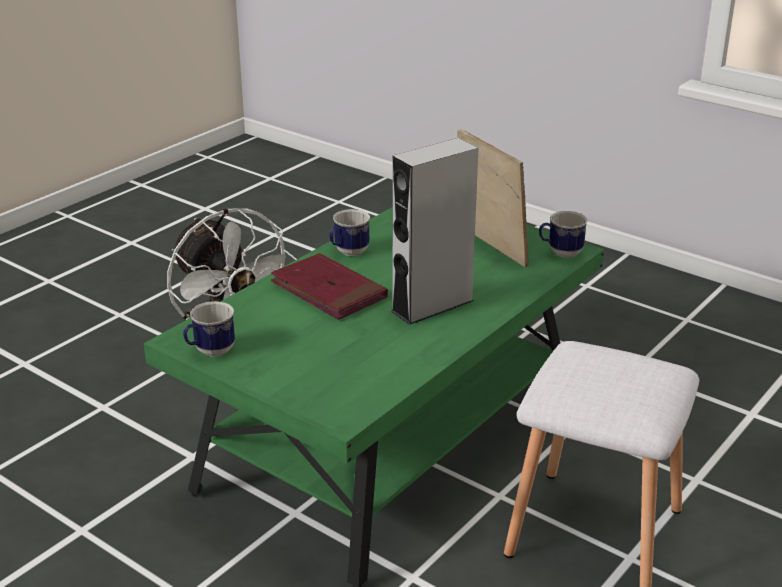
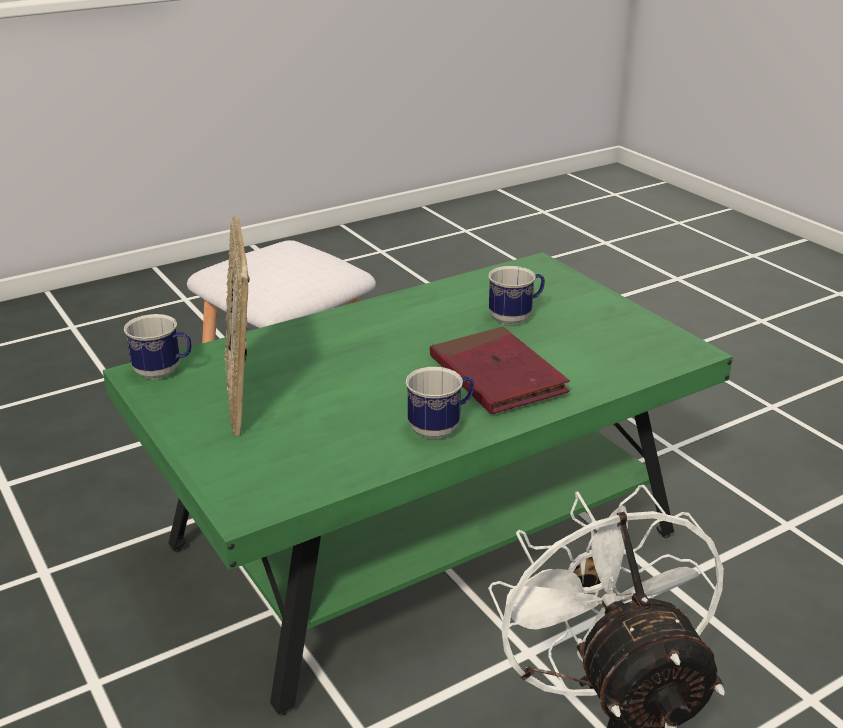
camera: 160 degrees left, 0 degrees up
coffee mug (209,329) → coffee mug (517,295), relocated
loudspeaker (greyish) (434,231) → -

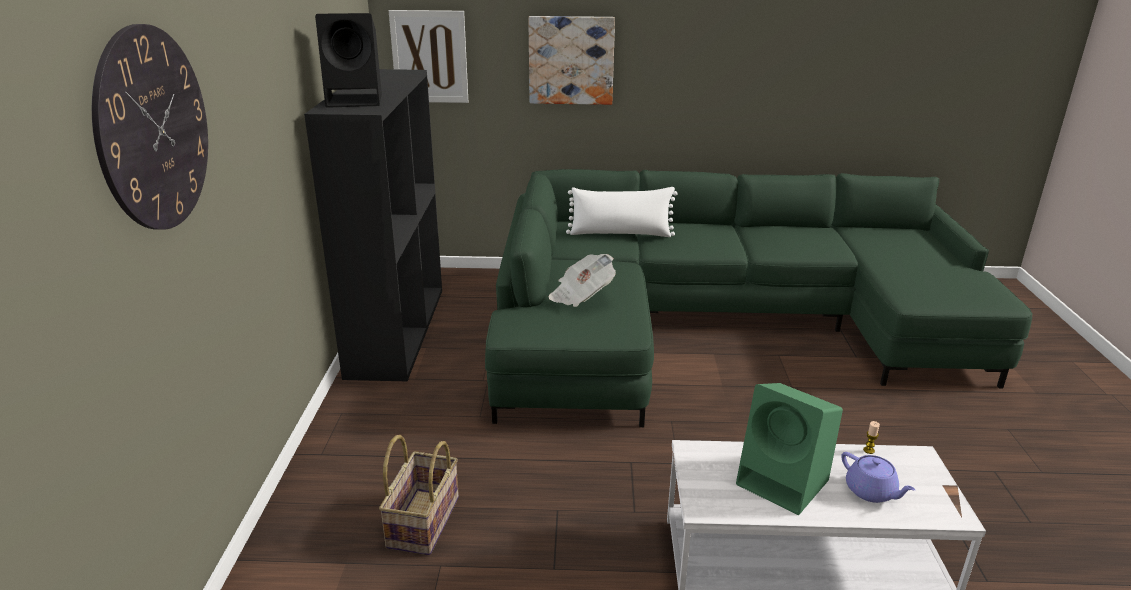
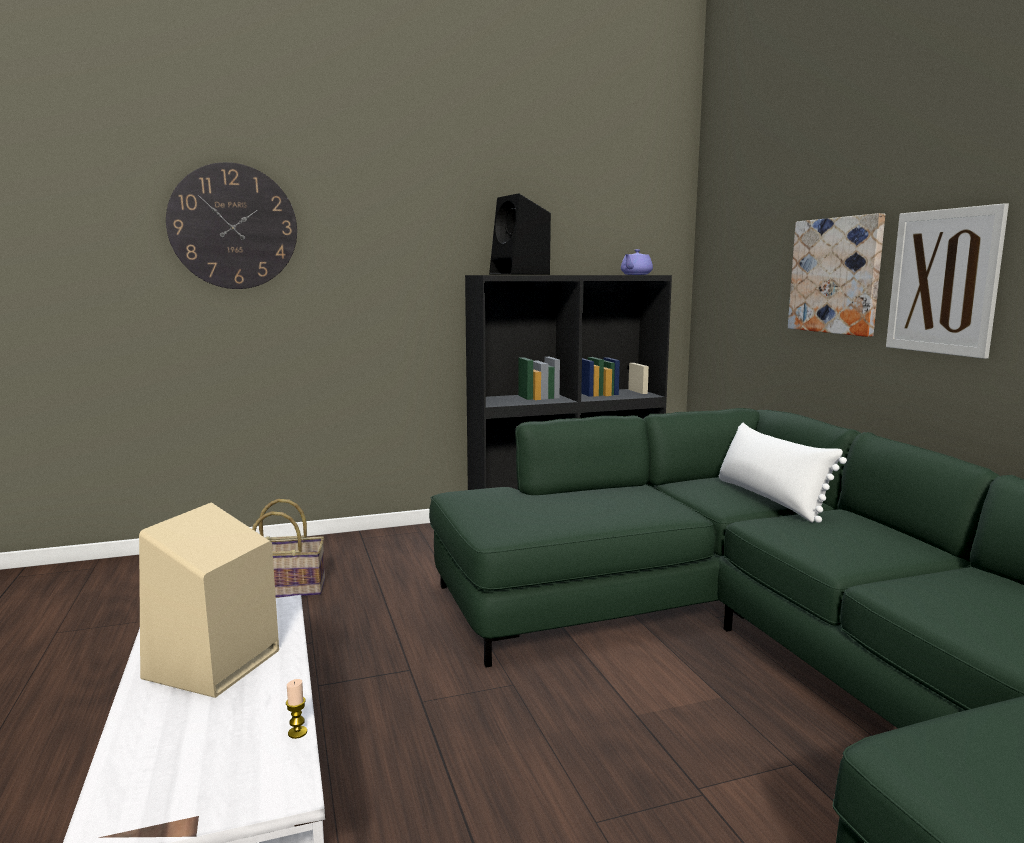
camera: 70 degrees right, 15 degrees down
loudspeaker (green) (789,449) → loudspeaker (sand-coloured) (209,600)
tea pot (purple) (878,477) → tea pot (purple) (637,262), relocated
wall art (428,56) → wall art (947,281), relocated
printed paper (582,280) → -

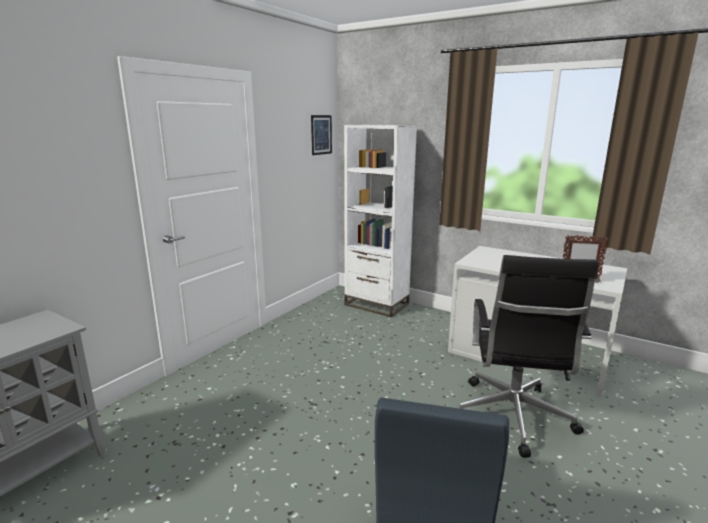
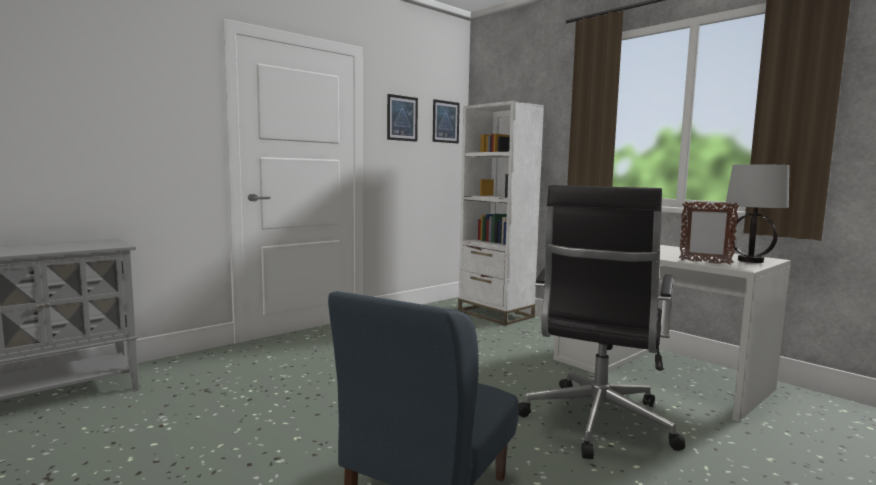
camera: 15 degrees right, 10 degrees down
- → wall art (402,118)
- → table lamp (757,213)

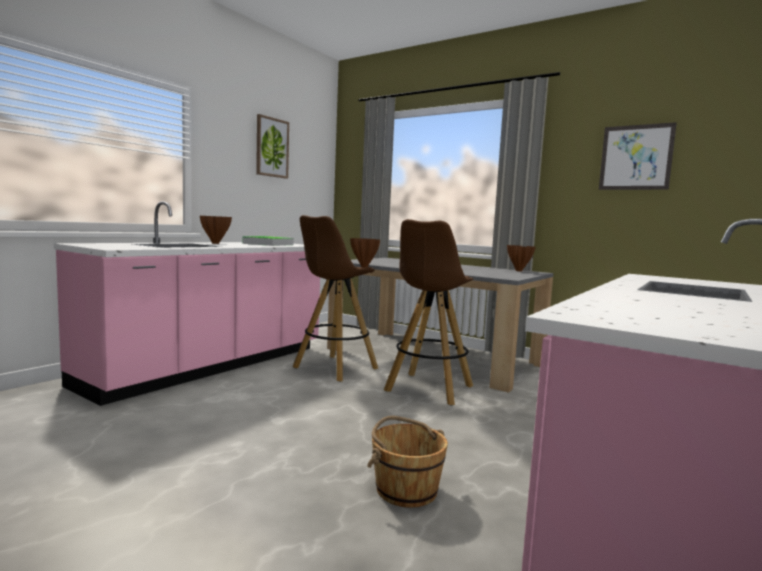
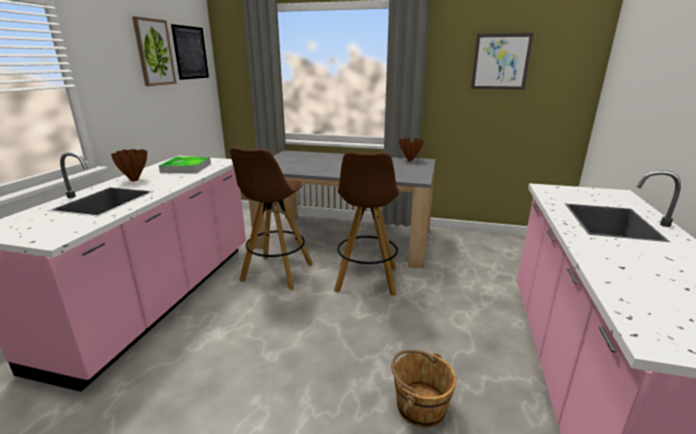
camera: 20 degrees left, 15 degrees up
- → wall art (190,52)
flower vase (brown) (365,252) → -

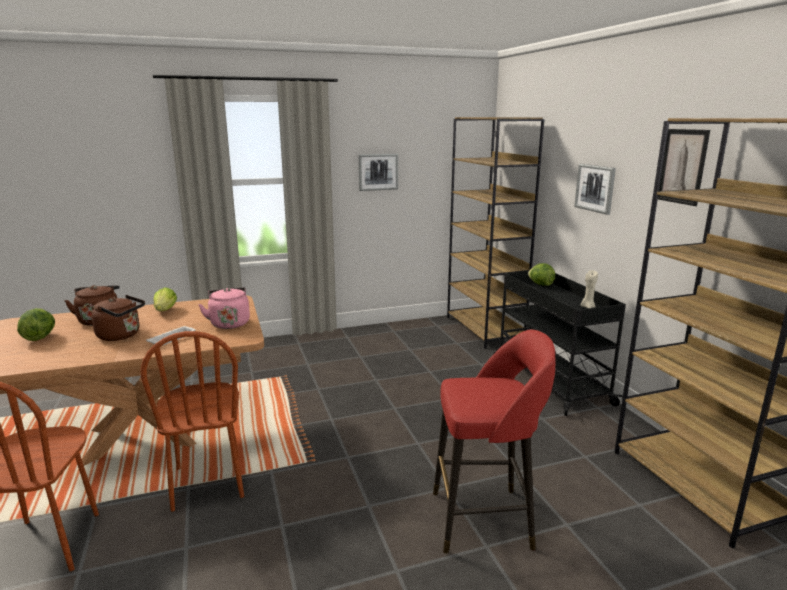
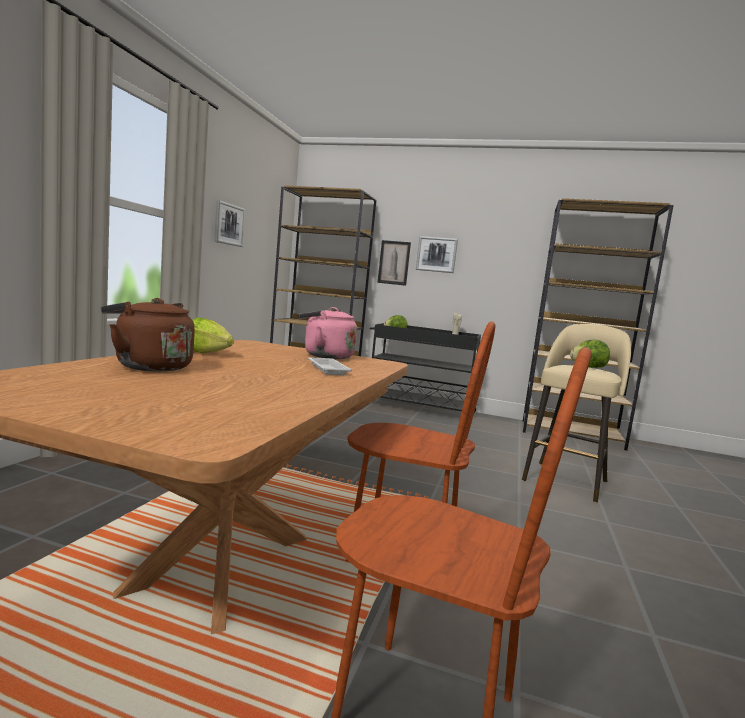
camera: 55 degrees left, 10 degrees down
wall art (684,167) → wall art (394,263), relocated
stool seat (red) (494,442) → stool seat (sand-coloured) (576,413)
lettuce (36,324) → lettuce (590,353), relocated
kettle (brown) (118,318) → -

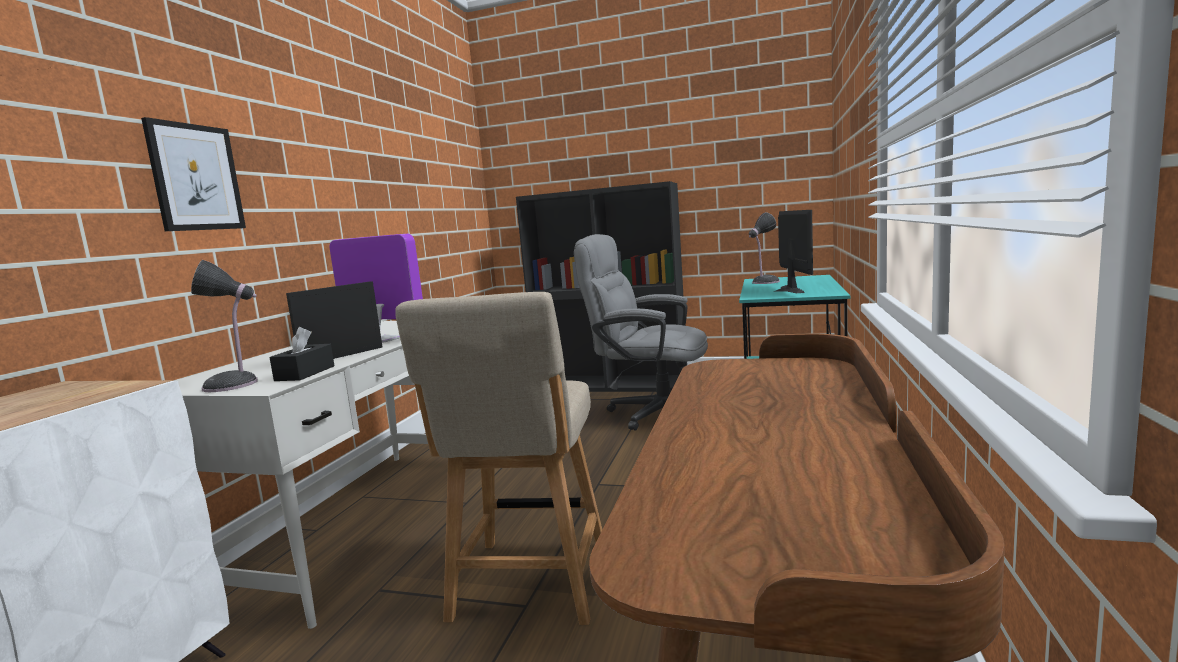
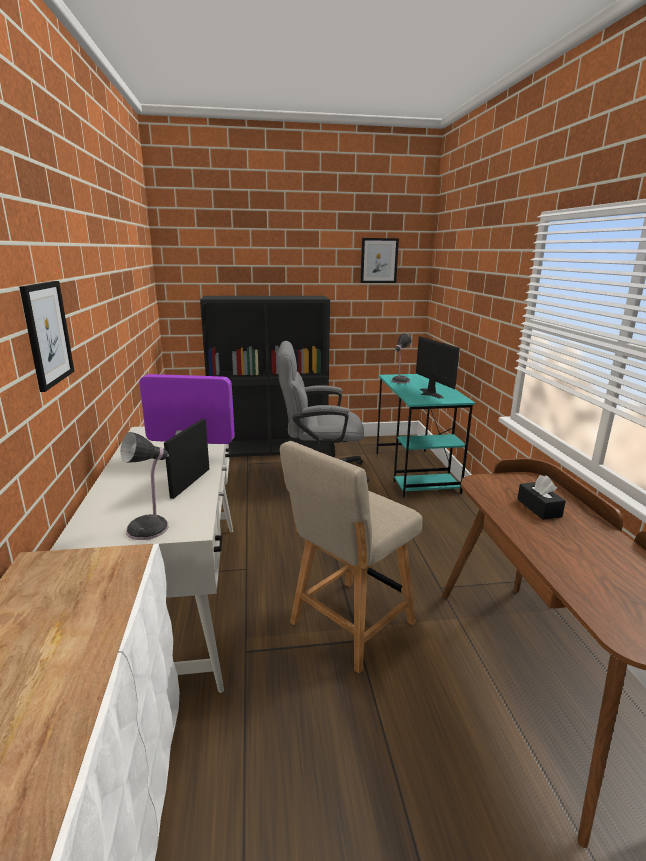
camera: 25 degrees left, 10 degrees up
chair (sand-coloured) (499,458) → chair (sand-coloured) (351,557), 60 degrees clockwise
- → wall art (379,260)
box of tissues (blackish) (301,354) → box of tissues (blackish) (541,497), relocated

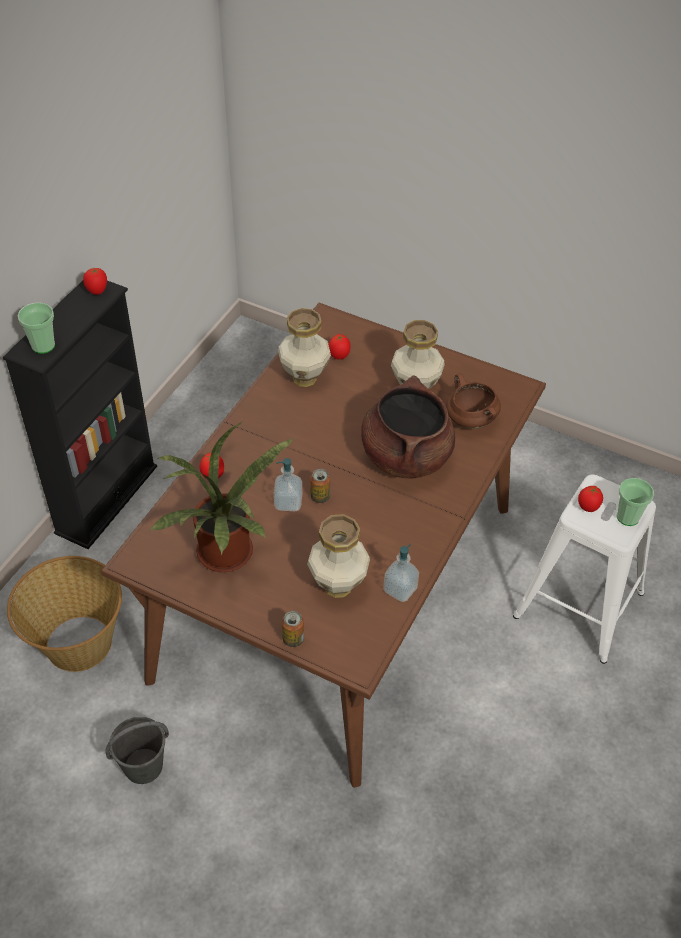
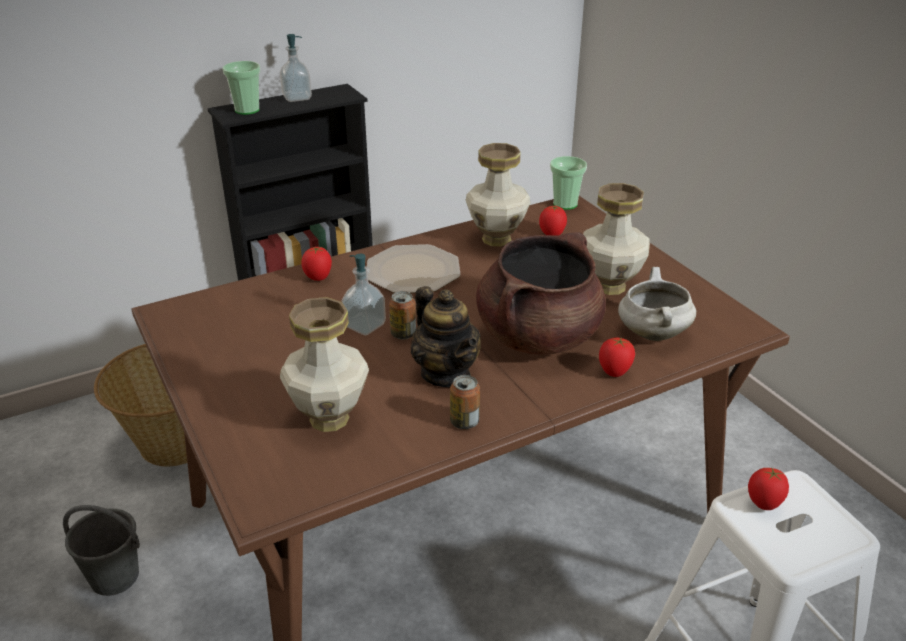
camera: 35 degrees right, 15 degrees down
liquid soap bottle (401,573) → liquid soap bottle (296,68), relocated
- → dinner plate (414,268)
- → tea pot (446,336)
sealed can (293,629) → sealed can (465,402), relocated
cup (635,502) → cup (568,183), relocated
whole tomato (95,281) → whole tomato (617,357), relocated
cooking pot (brown) (473,401) → cooking pot (white-coloured) (657,304)
plant in a pot (221,496) → -

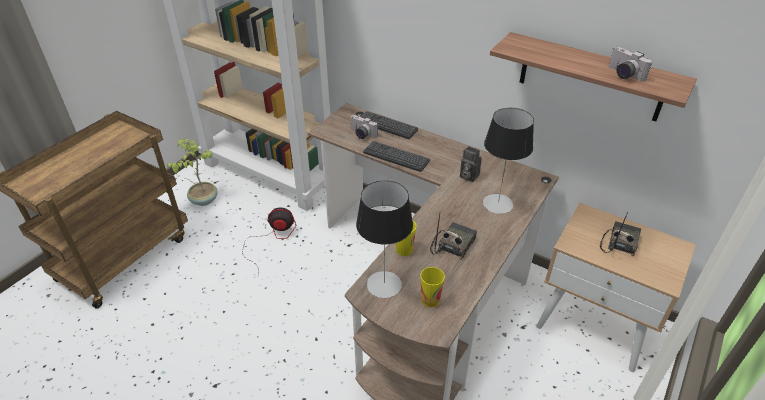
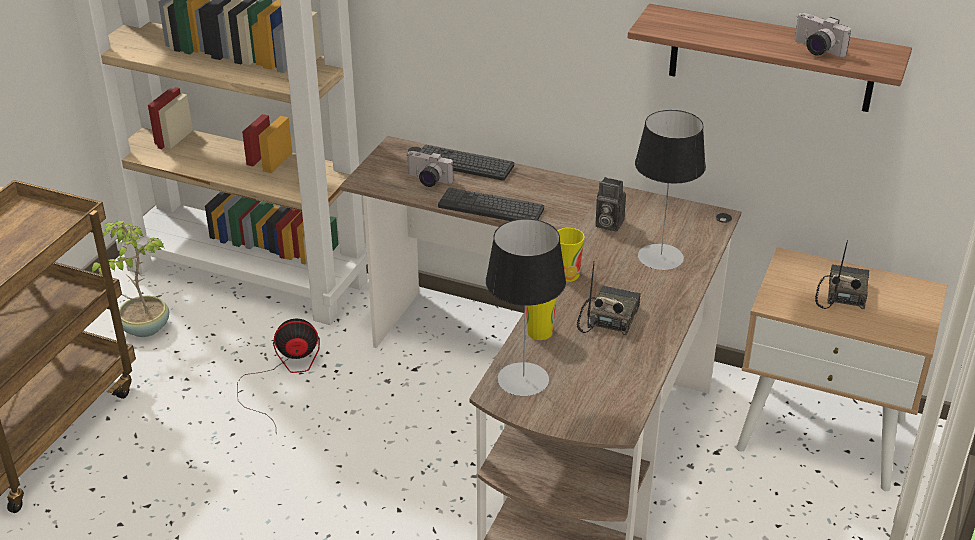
camera: 10 degrees left, 5 degrees down
cup (433,287) → cup (571,255), relocated

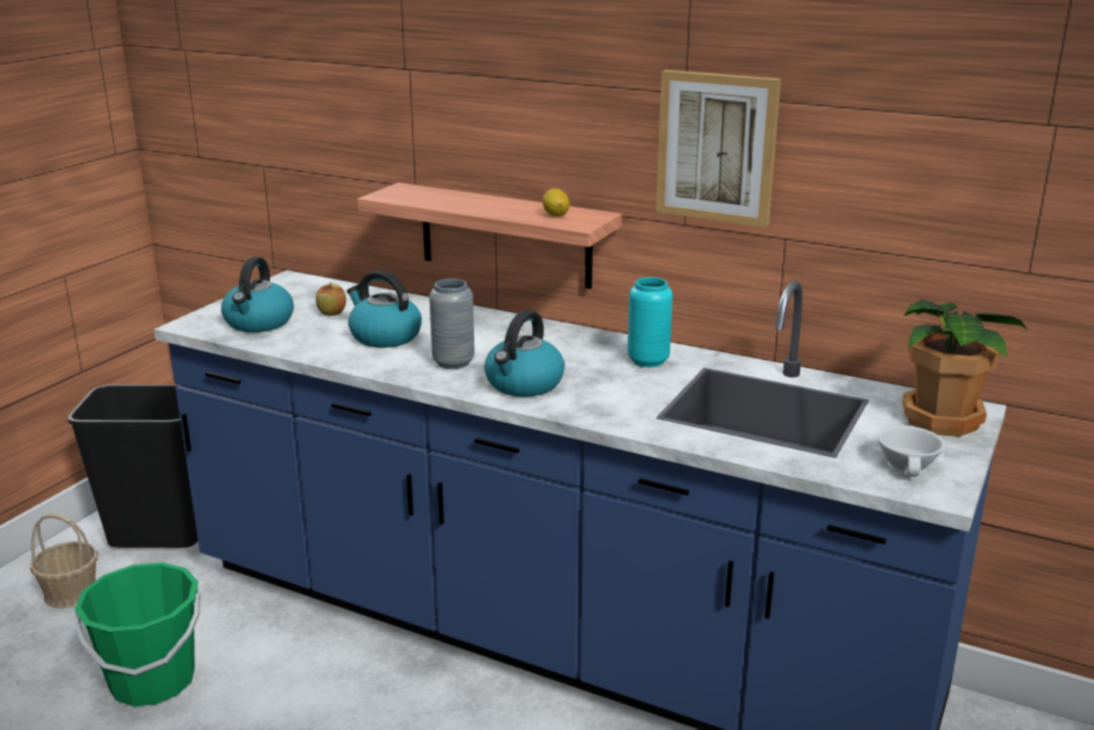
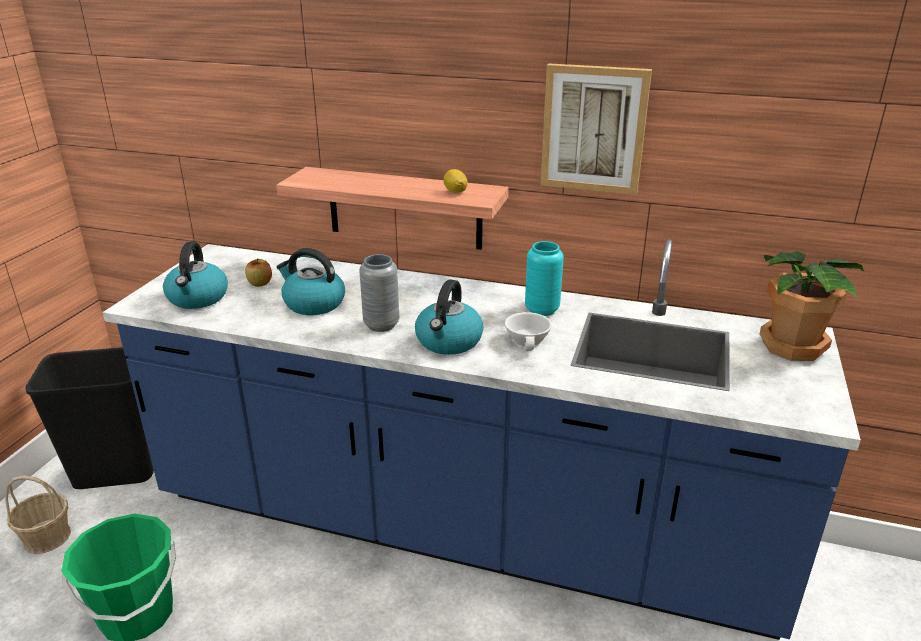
camera: 10 degrees left, 5 degrees up
cup (white-coloured) (911,451) → cup (white-coloured) (528,331), relocated

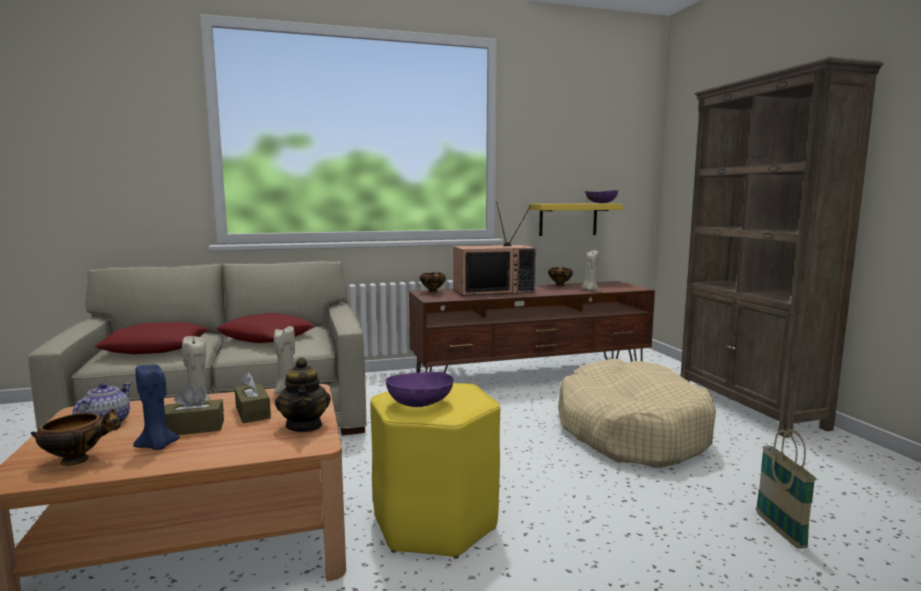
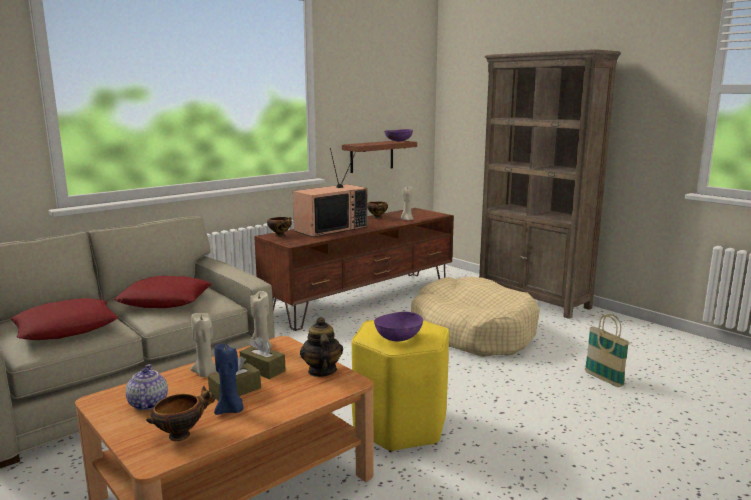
camera: 25 degrees left, 5 degrees up
tea pot (303,394) → tea pot (321,347), 150 degrees counterclockwise
bracket shelf (yellow-coloured) (576,220) → bracket shelf (brown) (379,157)

